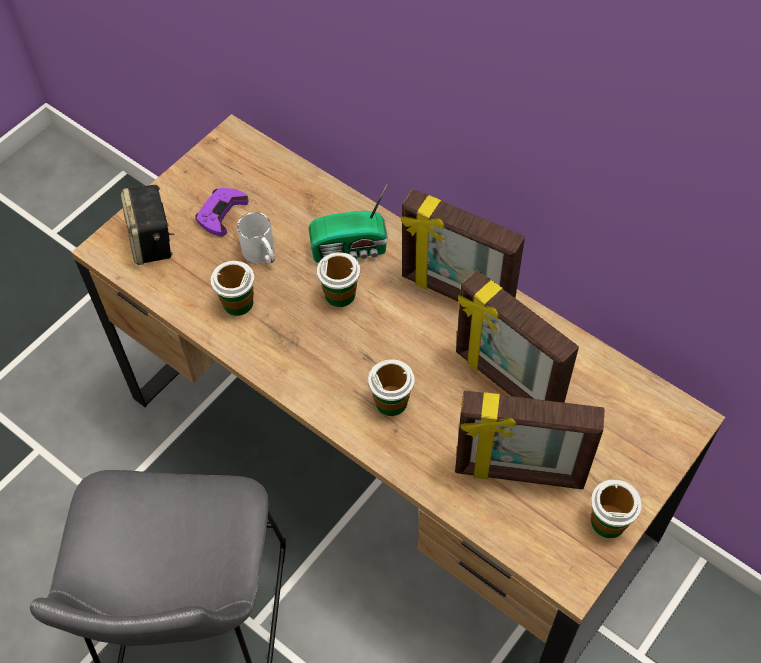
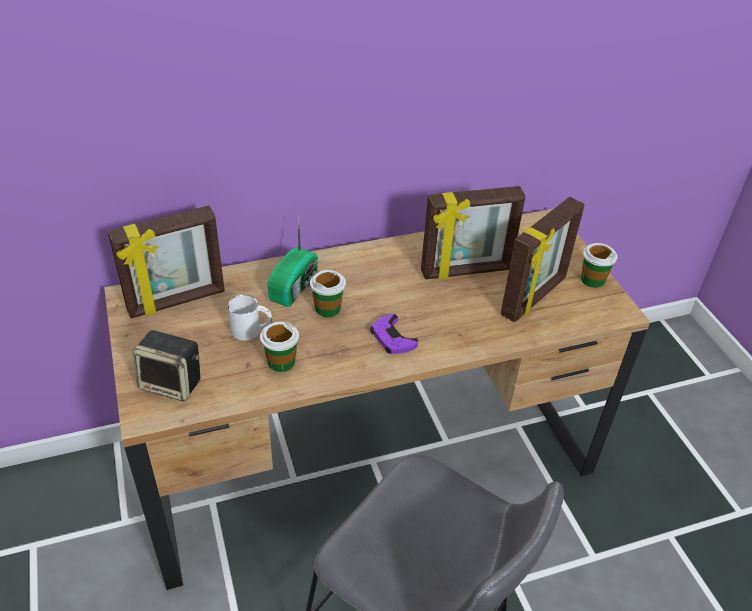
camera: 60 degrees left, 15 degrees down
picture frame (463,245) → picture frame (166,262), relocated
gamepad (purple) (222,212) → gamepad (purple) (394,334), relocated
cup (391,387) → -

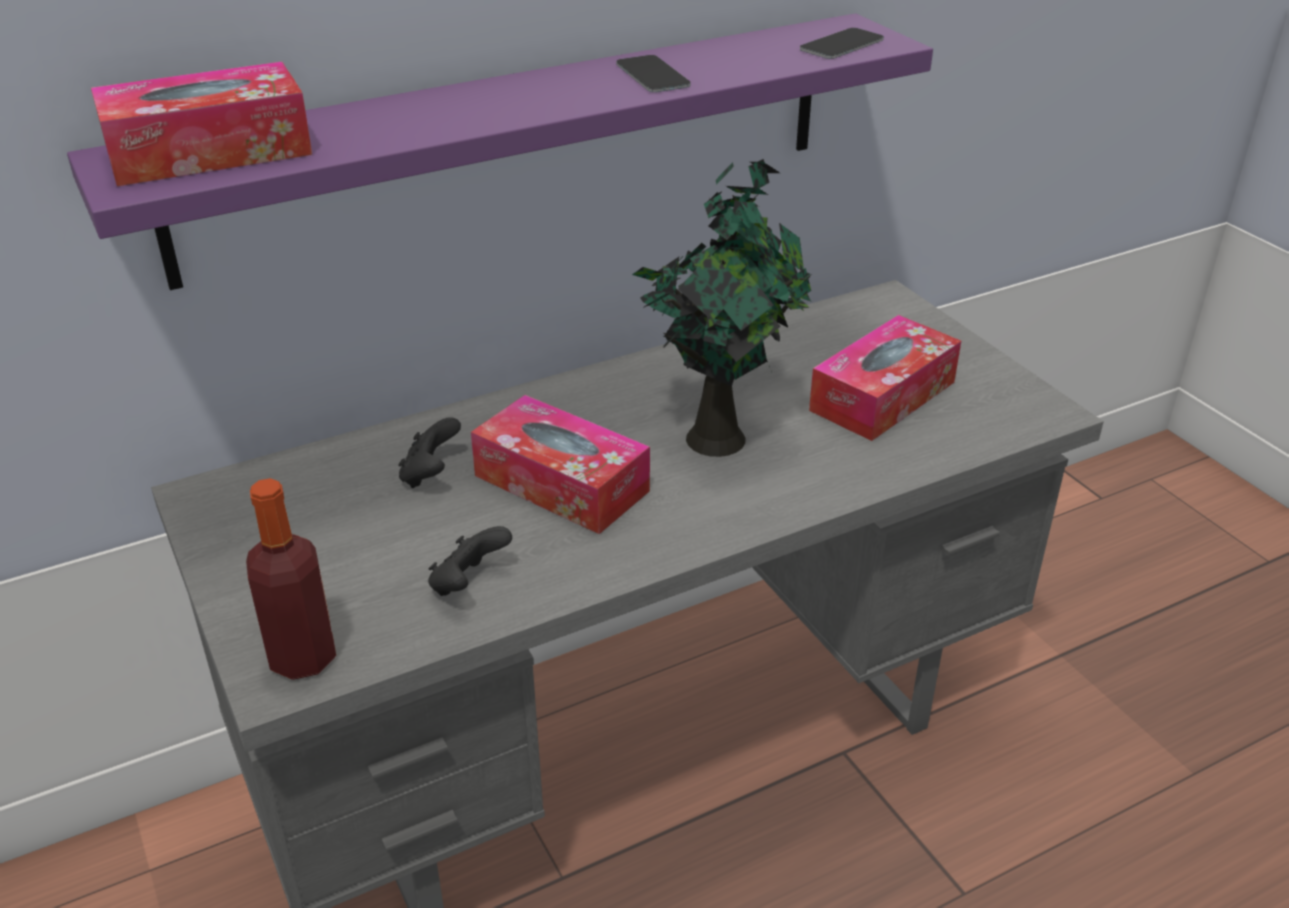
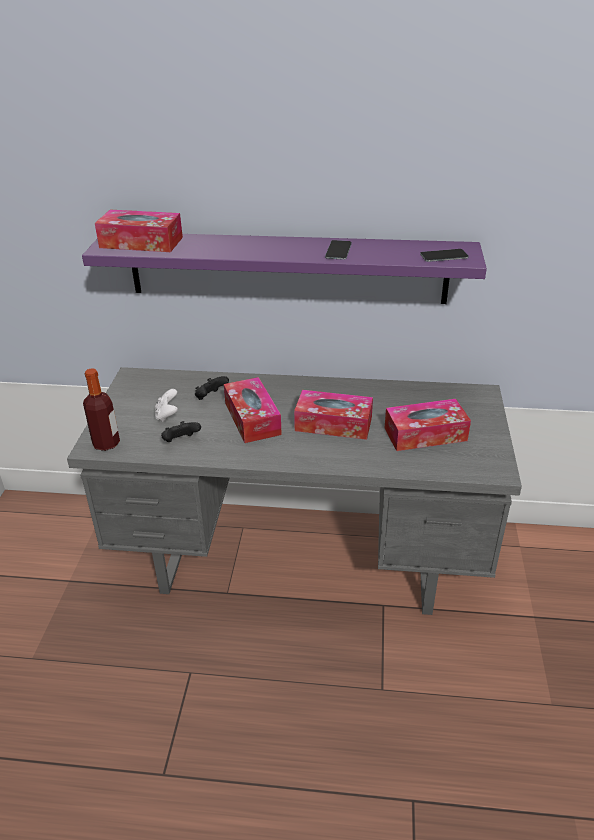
camera: 35 degrees right, 0 degrees up
- → gamepad (white-coloured) (166,405)
plant in a pot (721,308) → box of tissues (333,415)

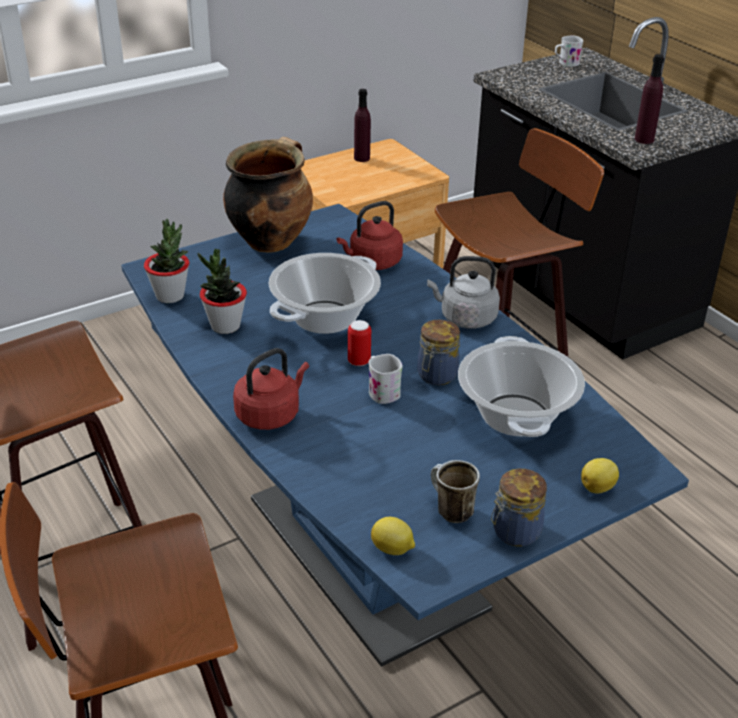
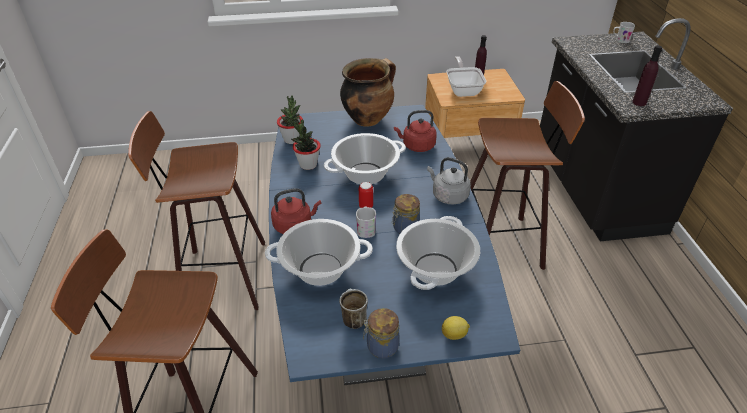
camera: 25 degrees right, 5 degrees up
- → cooking pot (319,252)
- → pan (466,76)
lemon (393,536) → -

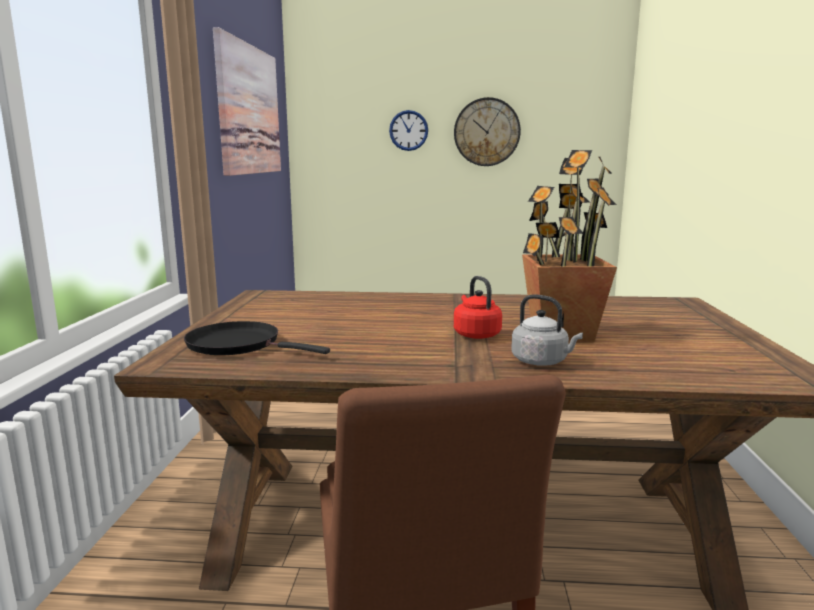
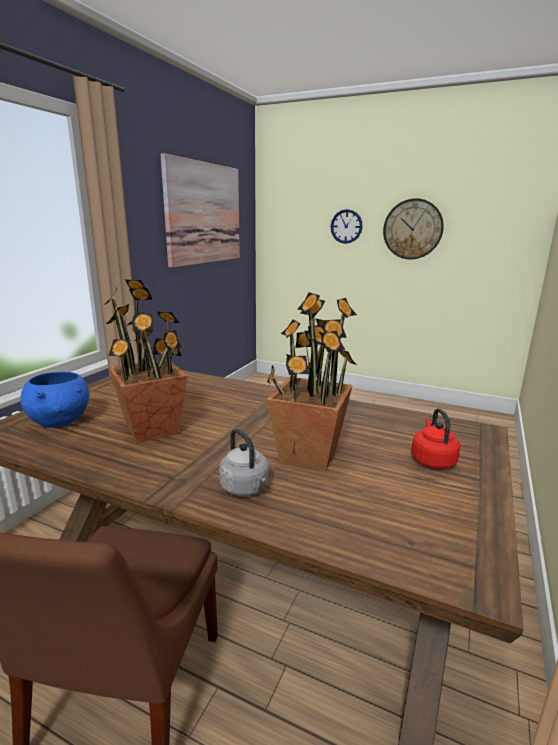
camera: 20 degrees right, 5 degrees up
pan (blackish) (257,338) → serving bowl (bluish) (55,400)
- → plant in a pot (146,361)
kettle (red) (478,307) → kettle (red) (435,438), relocated

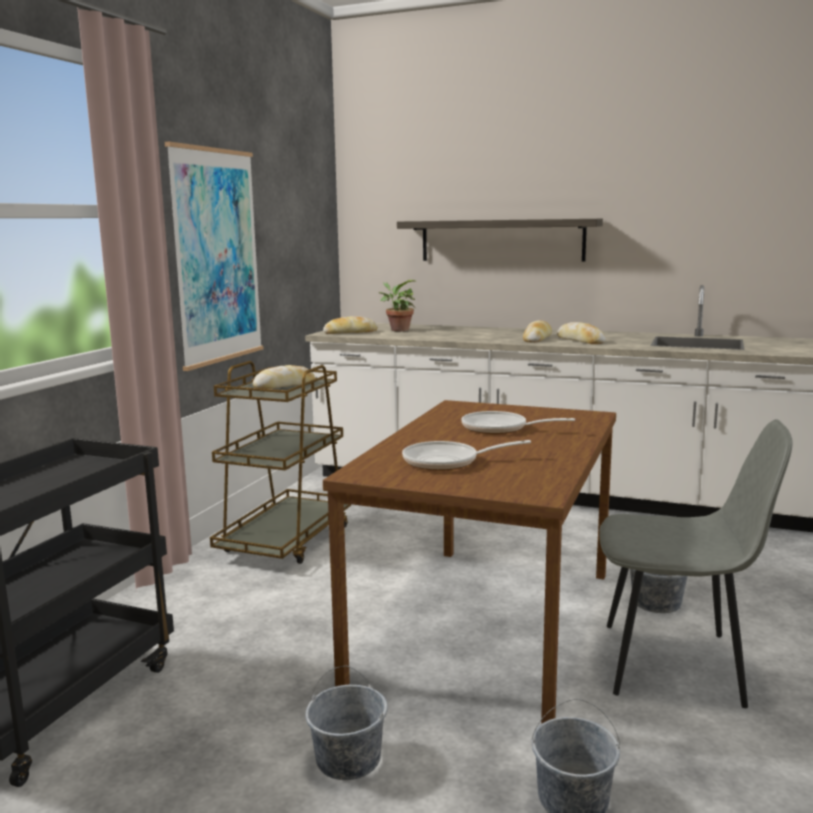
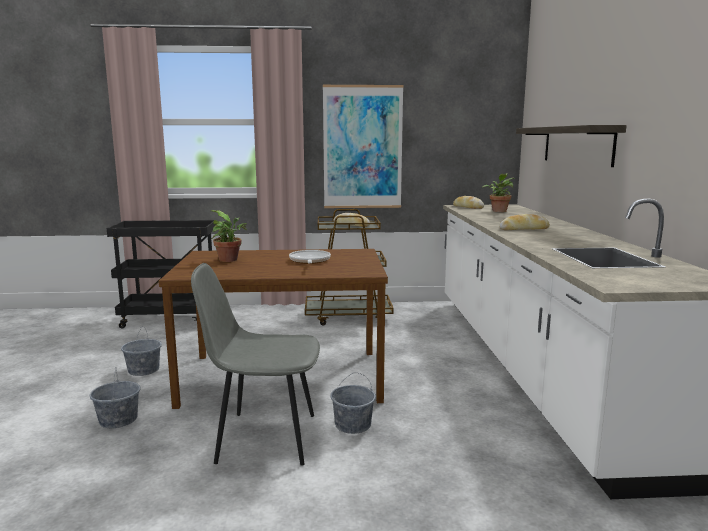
camera: 65 degrees right, 0 degrees up
chair (greyish) (695,564) → chair (greyish) (255,364), 105 degrees clockwise
pan (466,455) → plant in a pot (229,236)
bakery bread (581,333) → -

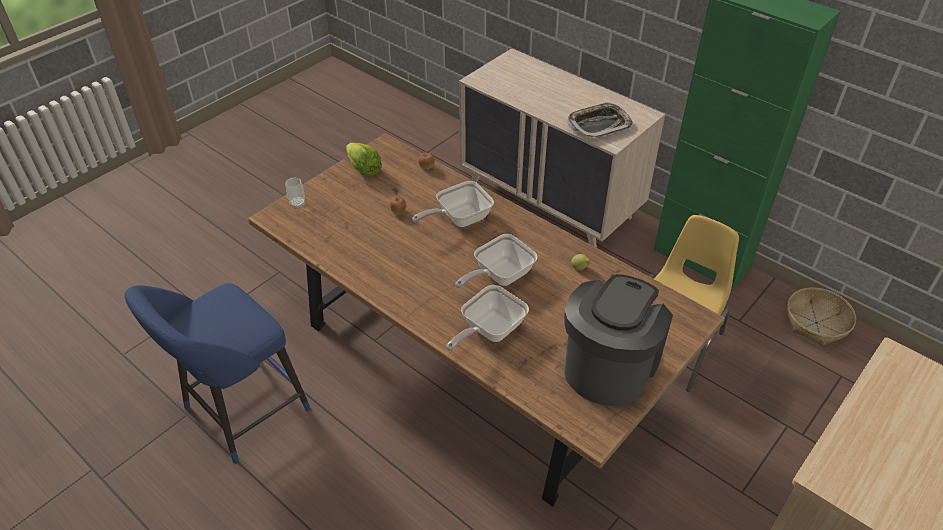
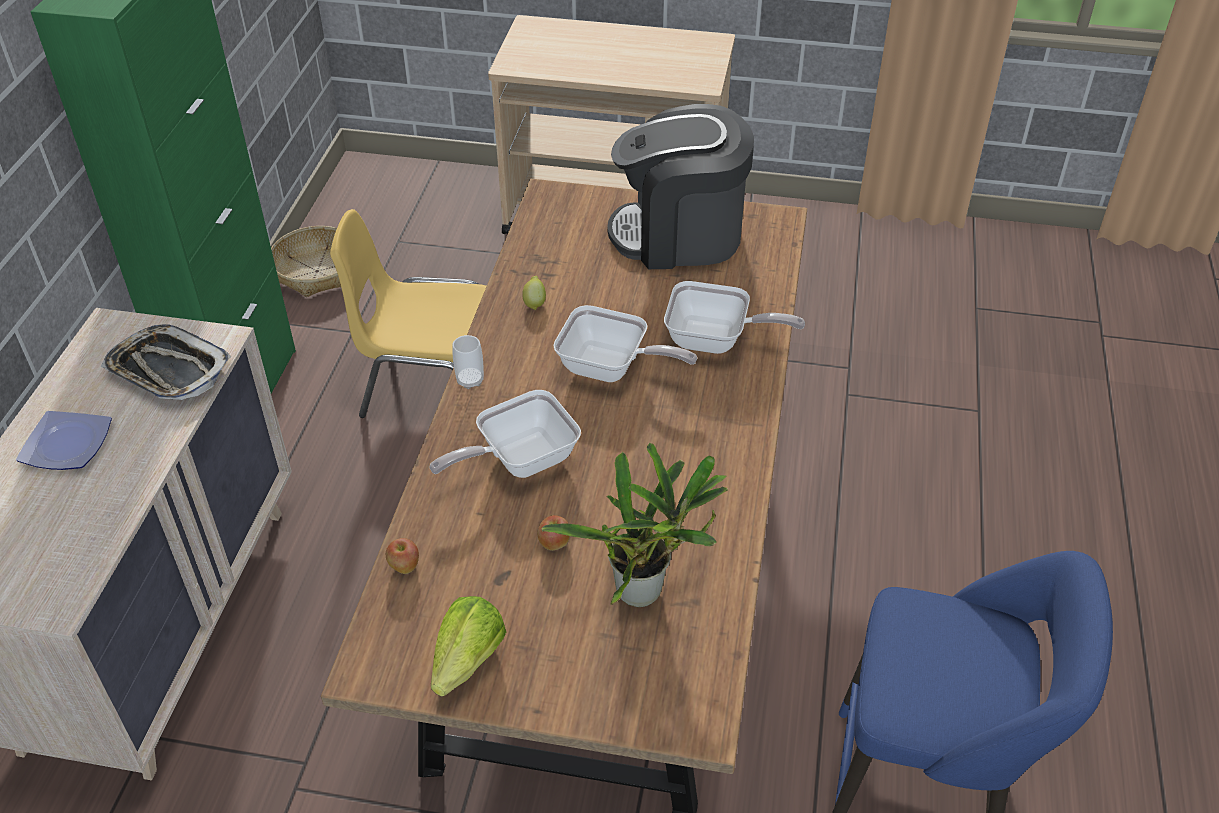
camera: 120 degrees left, 0 degrees up
- → dinner plate (64,440)
pan (453,204) → pan (505,434), 120 degrees clockwise
cup (295,193) → cup (468,362), relocated
- → plant in a pot (634,525)

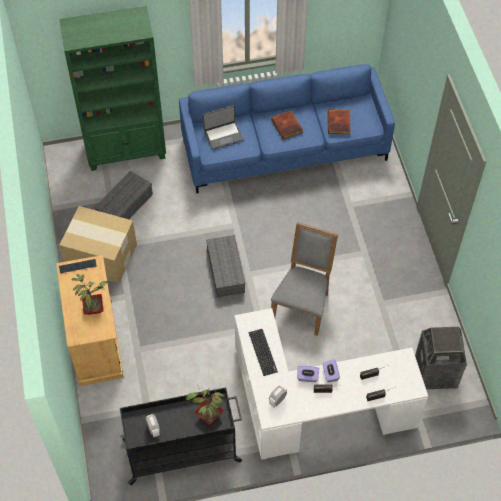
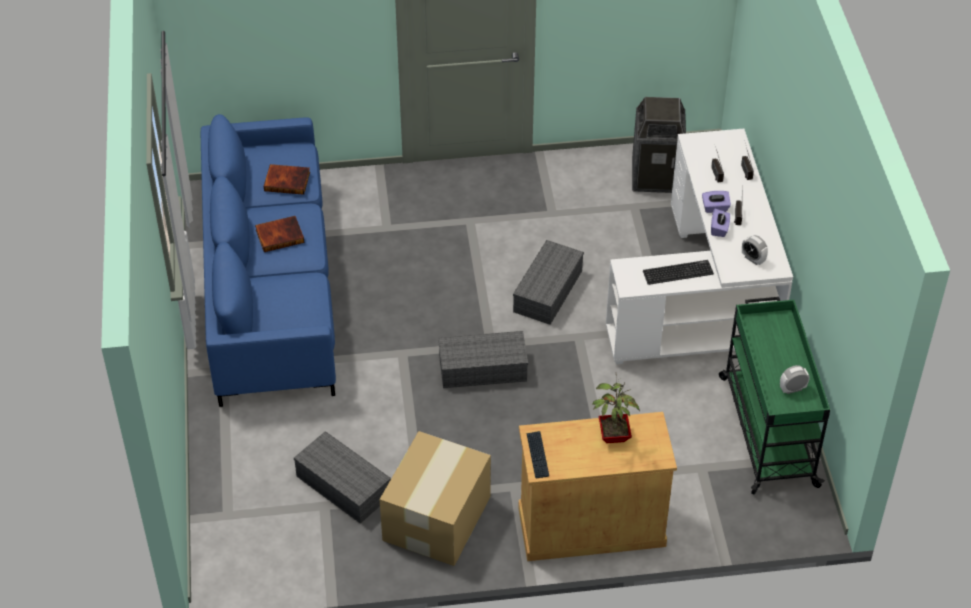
camera: 85 degrees left, 10 degrees down
chair (greyish) (304,279) → storage box (greyish) (548,282)
wheeled cart (blackish) (181,436) → wheeled cart (green) (774,395)
bookcase (green) (112,88) → -
plant in a pot (205,405) → -
notebook computer (223,127) → -

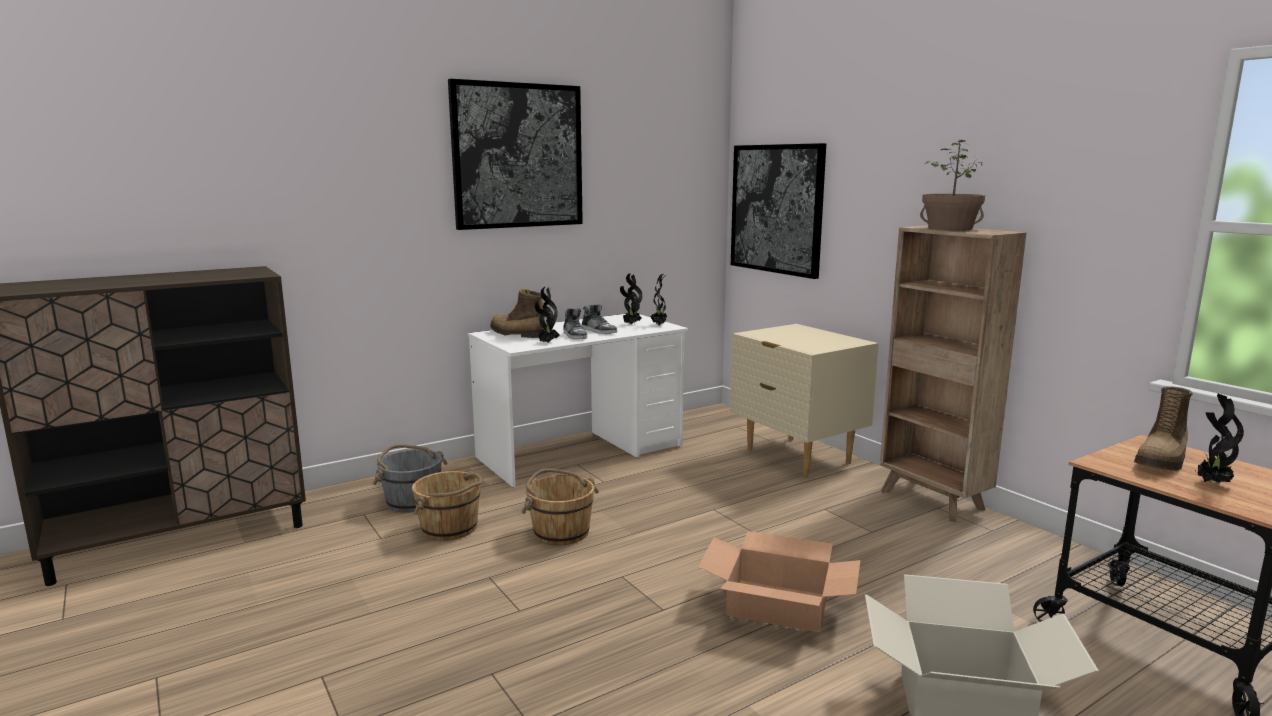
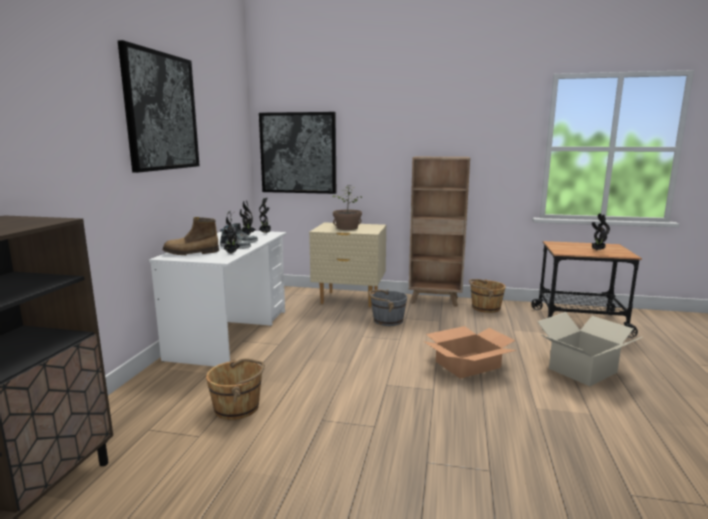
camera: 45 degrees left, 0 degrees up
plant in a pot (952,185) → plant in a pot (347,207), relocated
water bucket (greyish) (410,478) → water bucket (greyish) (388,308), relocated
water bucket (brown) (560,506) → water bucket (brown) (487,296), relocated
boot (1163,428) → -

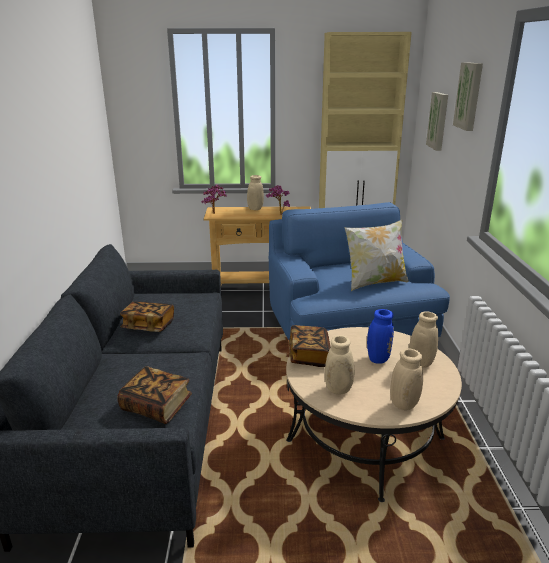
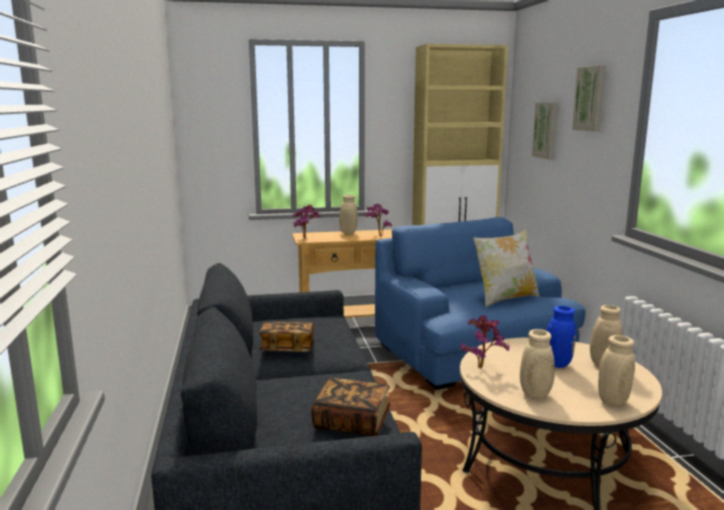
camera: 10 degrees left, 10 degrees down
book (310,346) → plant in a pot (484,341)

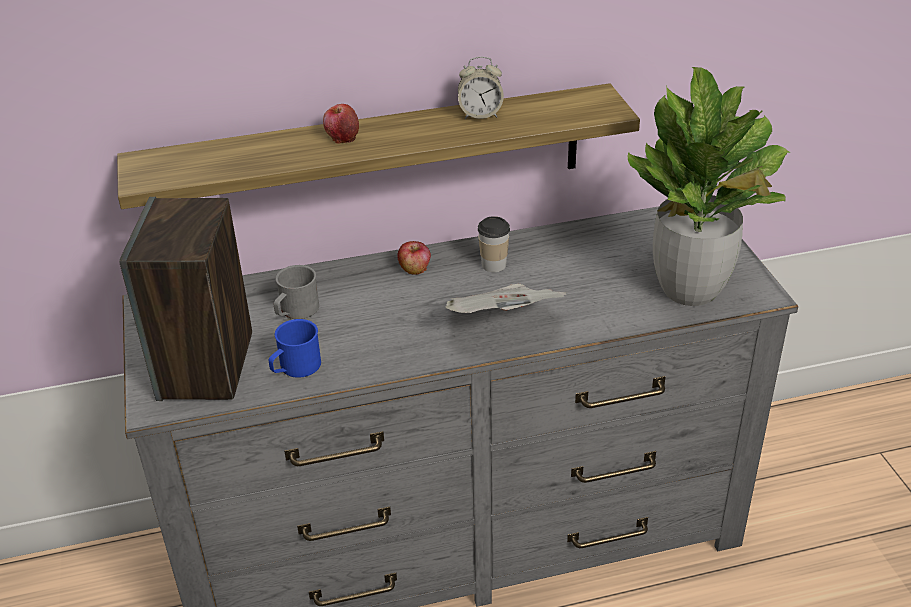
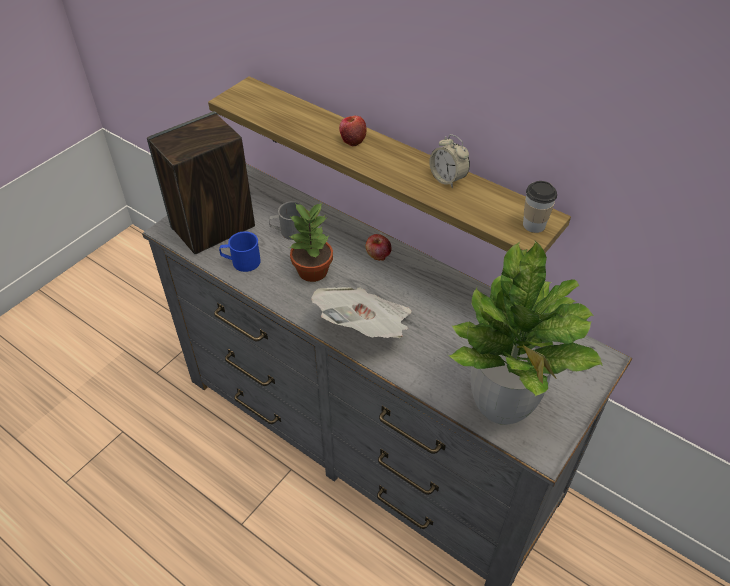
camera: 50 degrees right, 10 degrees up
- → plant in a pot (310,242)
cup (494,244) → cup (540,207), relocated

